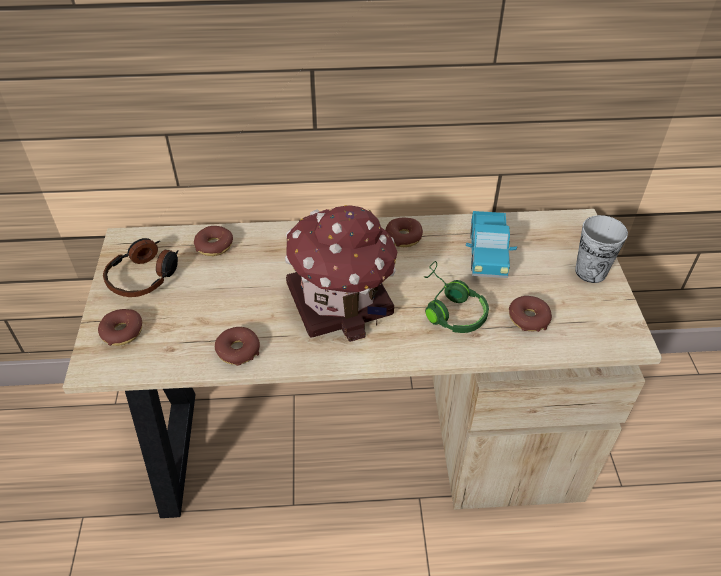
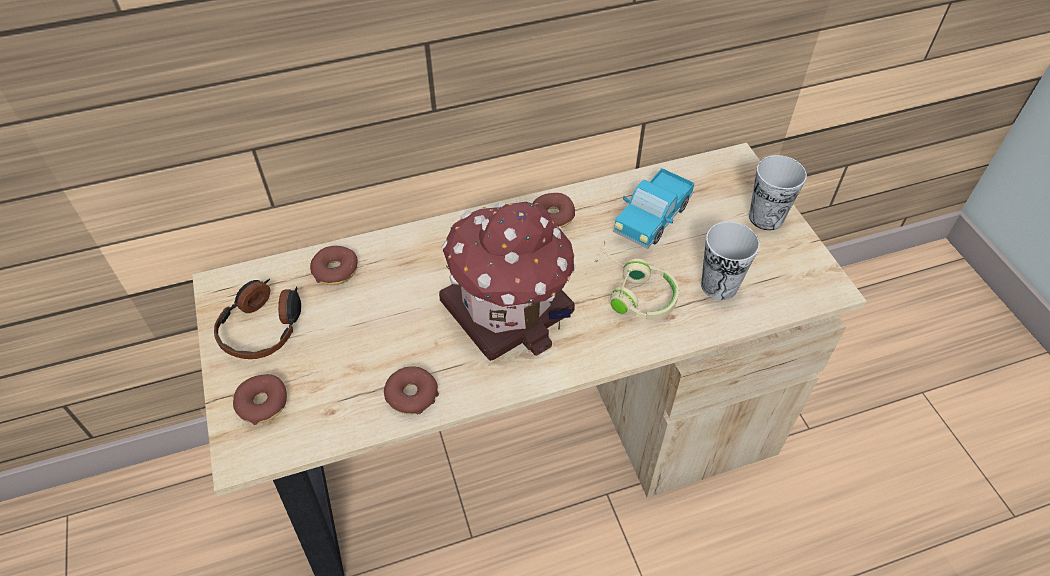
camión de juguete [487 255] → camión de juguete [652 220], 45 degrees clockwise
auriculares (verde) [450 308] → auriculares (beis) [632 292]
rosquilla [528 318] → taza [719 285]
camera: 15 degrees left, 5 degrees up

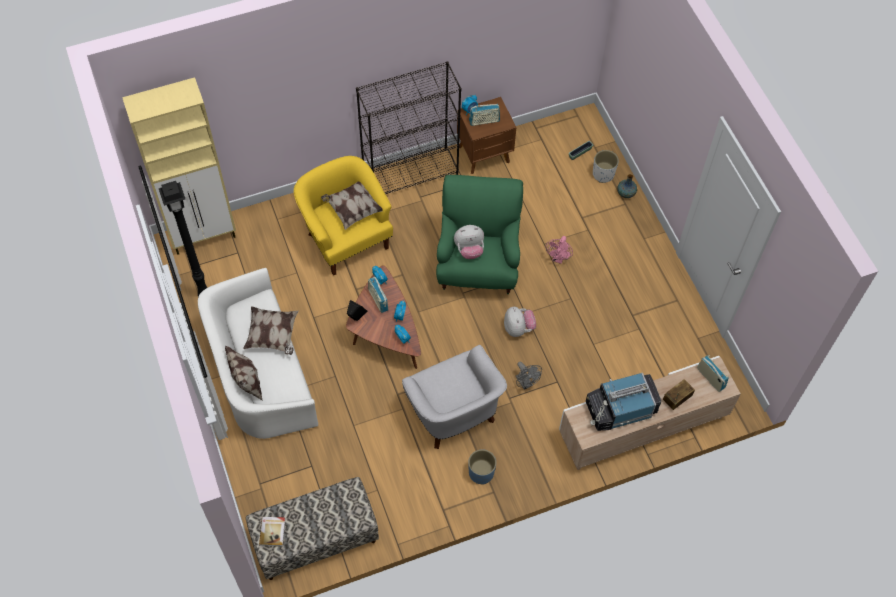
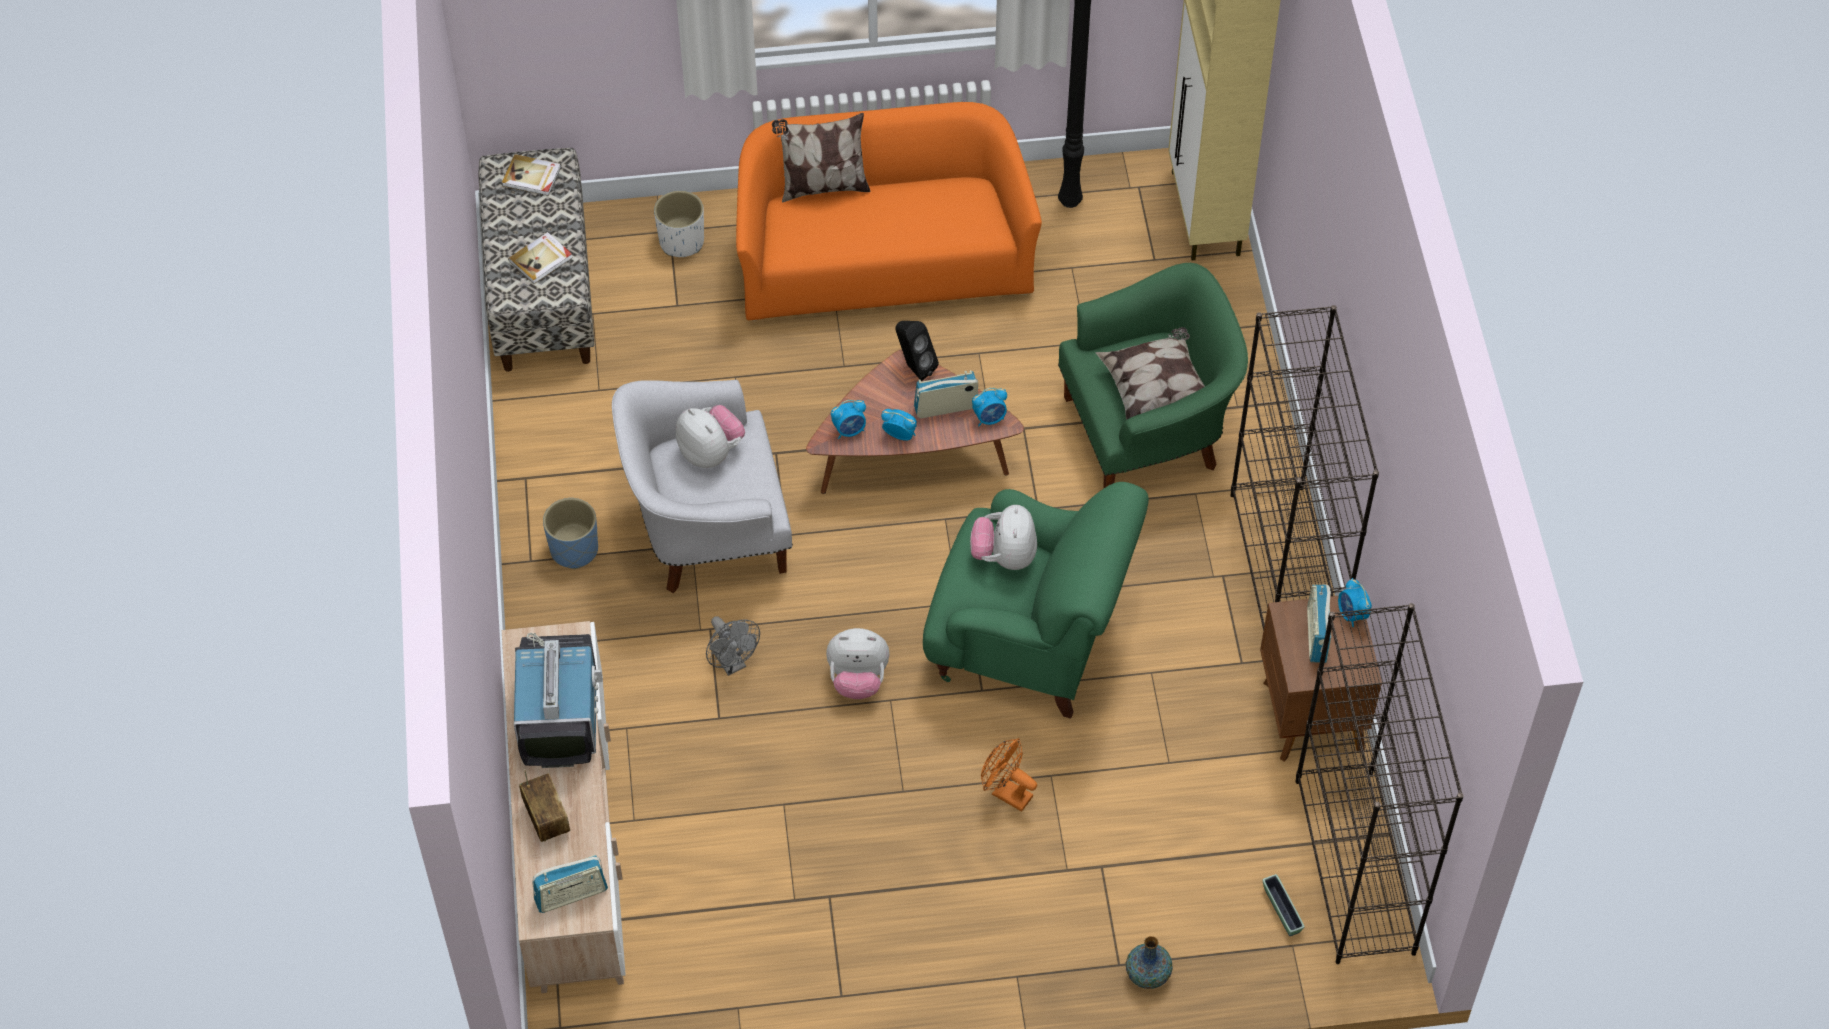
maceta (blanco) [603 174] → maceta (blanco) [682 241], move
sillón (amarillo) [346 238] → sillón (verde) [1148 432]
ventilador (rosa) [558 258] → ventilador (naranja) [1006 793]
sofá (blanco) [260 373] → sofá (naranja) [882 260]
cojín [272 336] → -
ventilador (gris) [526 383] → ventilador (gris) [732 663], 105 degrees counterclockwise
- → libro [541 259]
- → peluche [711 452]
- → estantería (negro) [1355 867]
camera: 105 degrees right, 5 degrees down

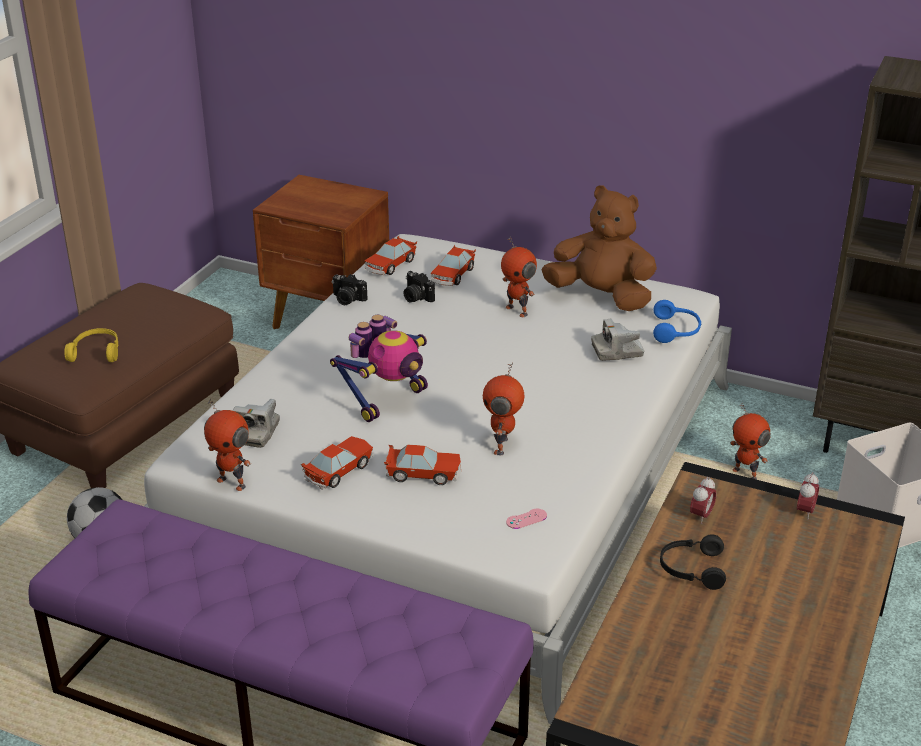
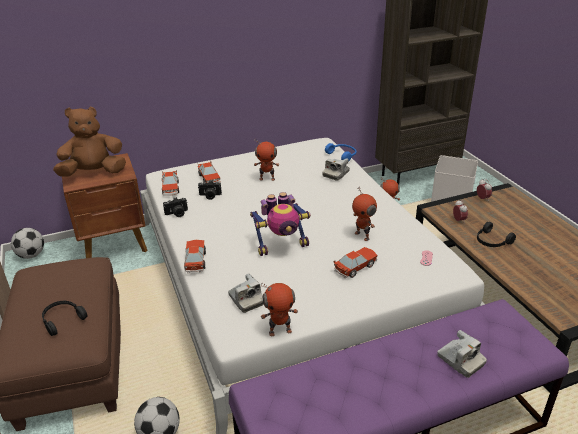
peluche (marrón) [601 297] → peluche (marrón) [94 173], move
robot de juguete [387 400] → robot de juguete [282 246], 75 degrees clockwise
auriculares (amarillo) [96 352] → auriculares (negro) [62 320]
coche de juguete [339 470] → coche de juguete [195 260], move
- → balón de fútbol [31 255]
- → cámara [460 360]
camera: 45 degrees left, 0 degrees up

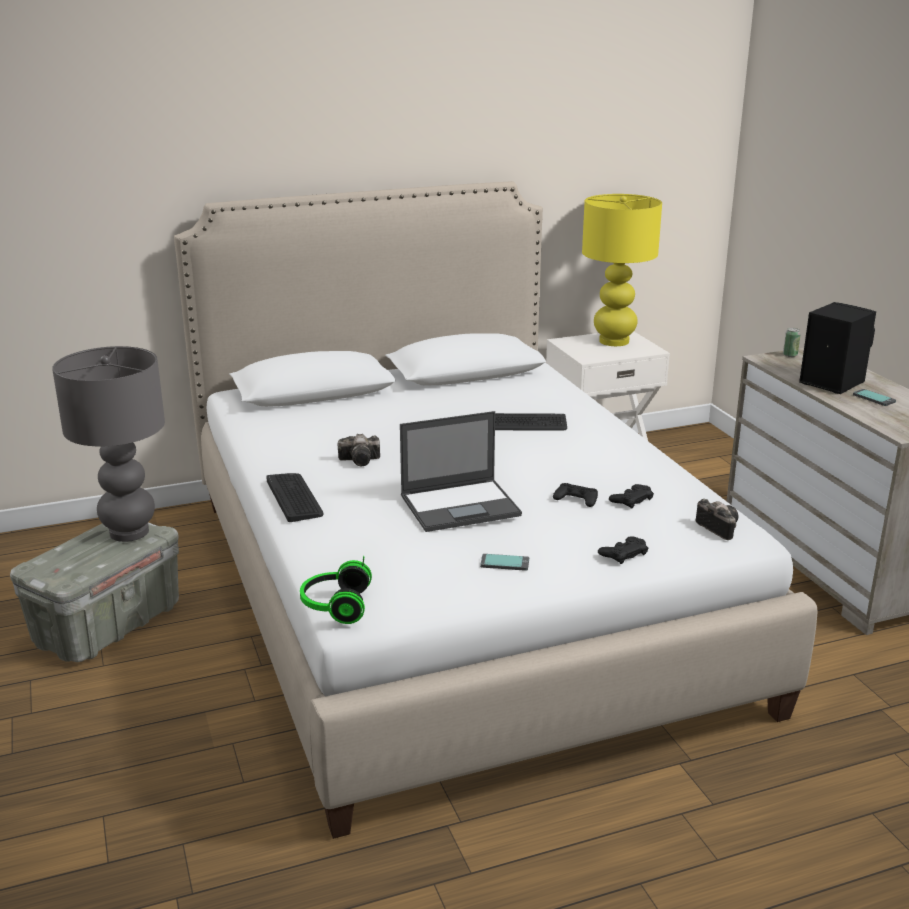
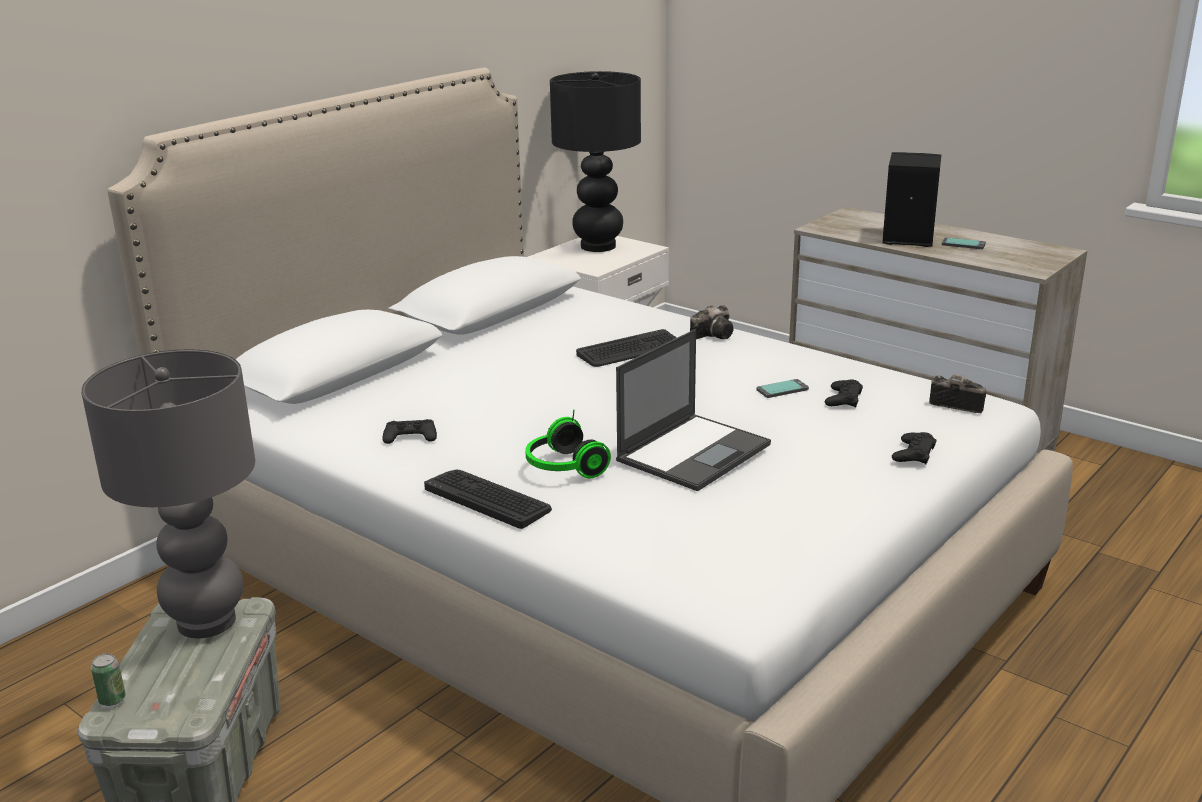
lámpara de mesa (amarillo) [613 341] → lámpara de mesa (negro) [597 246]
lata [790 355] → lata [112 699], move
cámara [361 460] → cámara [715 334], move
mando de consola (negro) [576 499] → mando de consola (negro) [410 437], move
móvil [504 563] → móvil [782 389], move
auriculares [335 606] → auriculares [562 468], move
camera: 30 degrees left, 0 degrees up

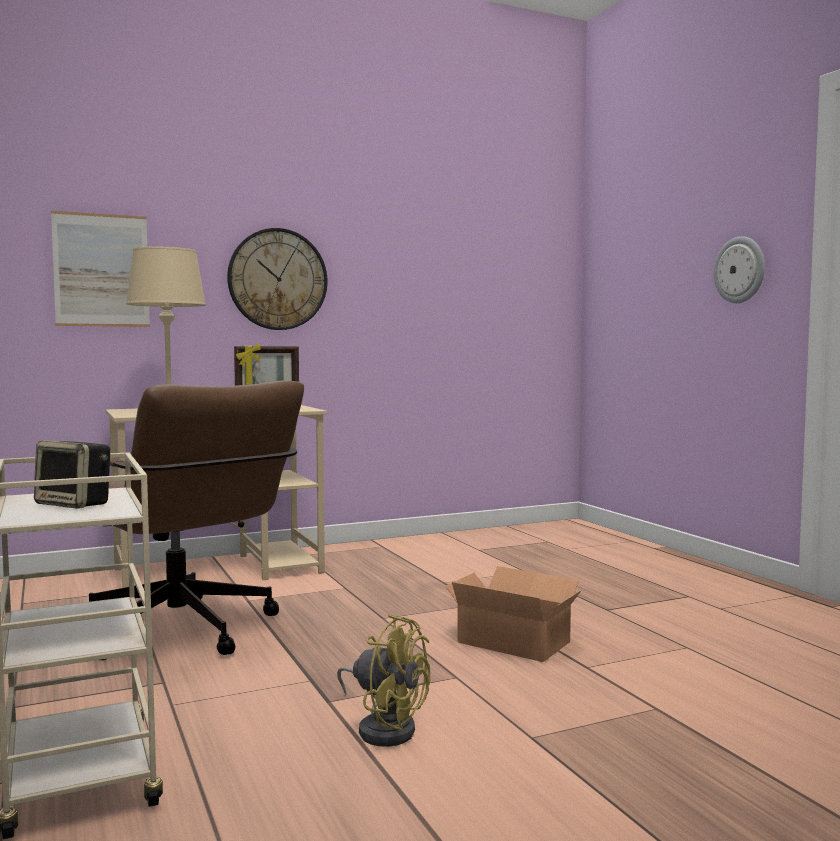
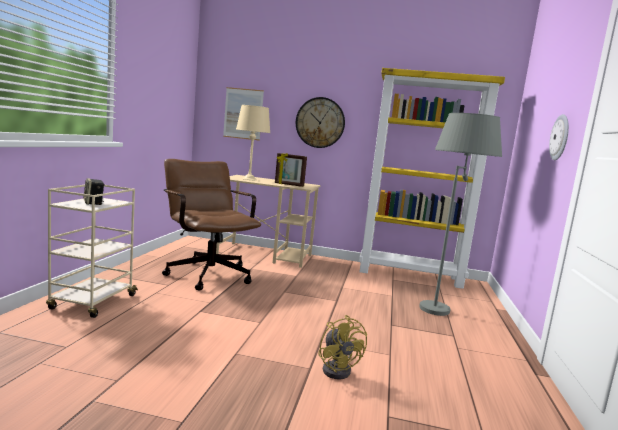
silla de oficina (marrón) [186 635] → silla de oficina (marrón) [206 273], 150 degrees clockwise
caja de cartón [513 640] → -
ventilador (amarillo) [384 727] → ventilador (amarillo) [338 369], move
- → estantería (amarillo) [410 275]
- → lámpara de pie (gris) [442 305]
camera: 35 degrees right, 5 degrees up

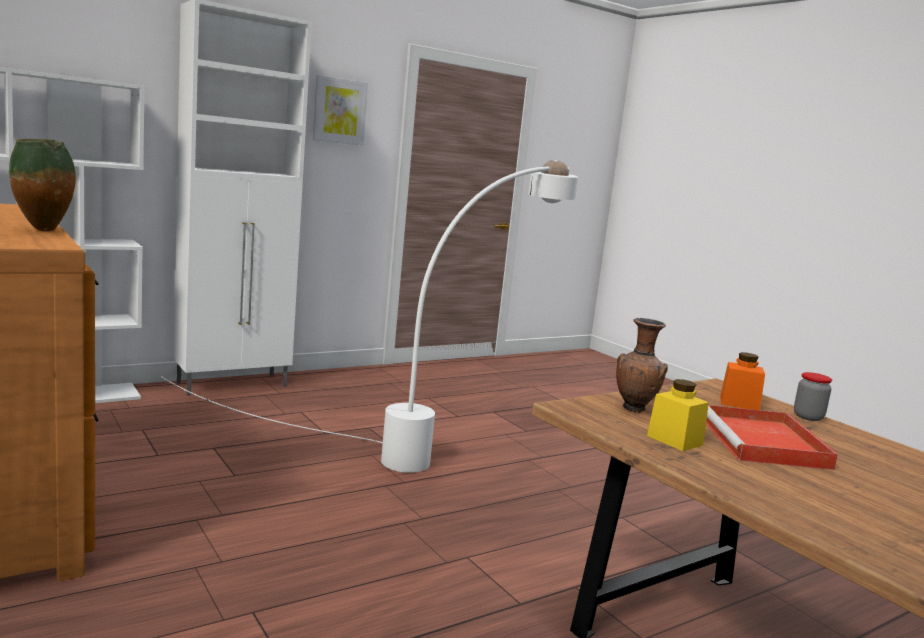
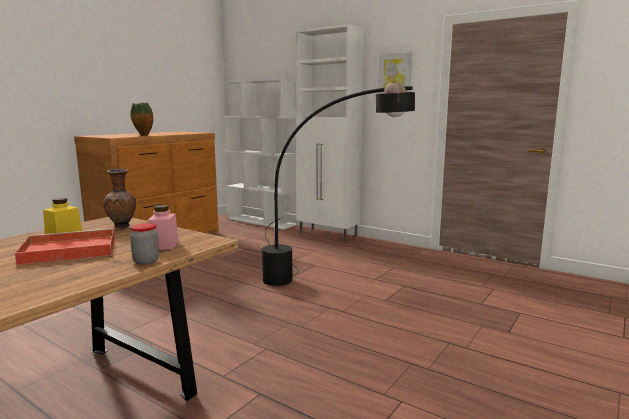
lámpara de pie (blanco) [428 441] → lámpara de pie (negro) [317 279]
tarro (naranja) [739 403] → tarro (rosa) [164 245]
camera: 70 degrees right, 0 degrees up

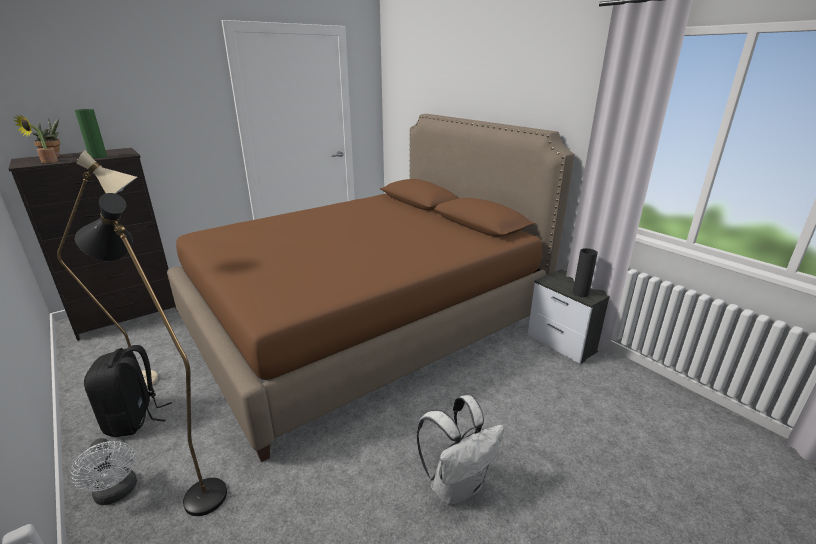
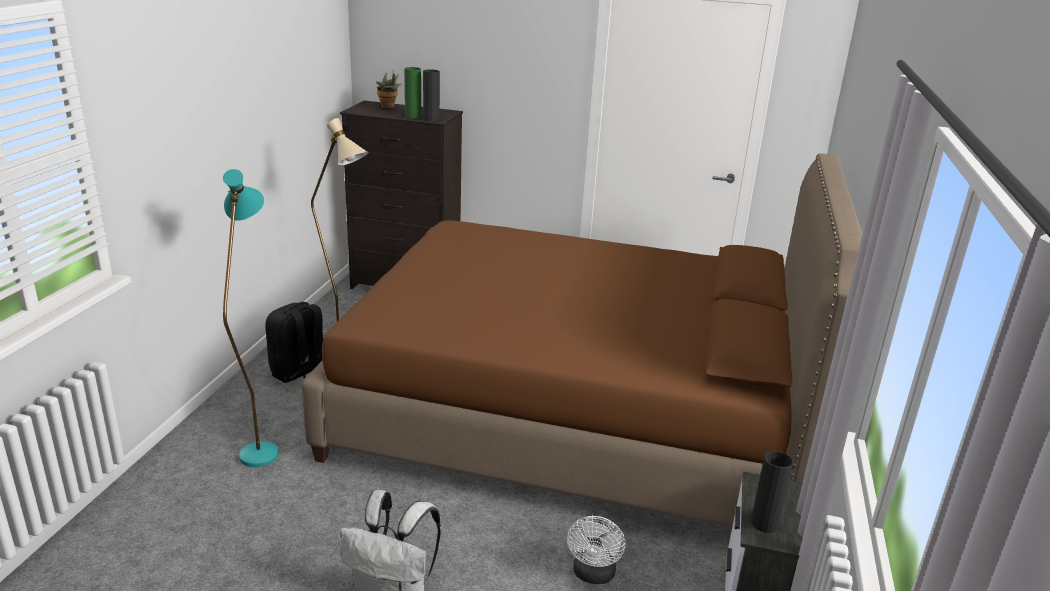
planta en maceta [46 162] → -
lámpara de pie (negro) [196 490] → lámpara de pie (turquesa) [261 446]
ventilador (blanco) [117 493] → ventilador (blanco) [593 575], move
- → florero (negro) [431 119]
camera: 50 degrees right, 0 degrees up

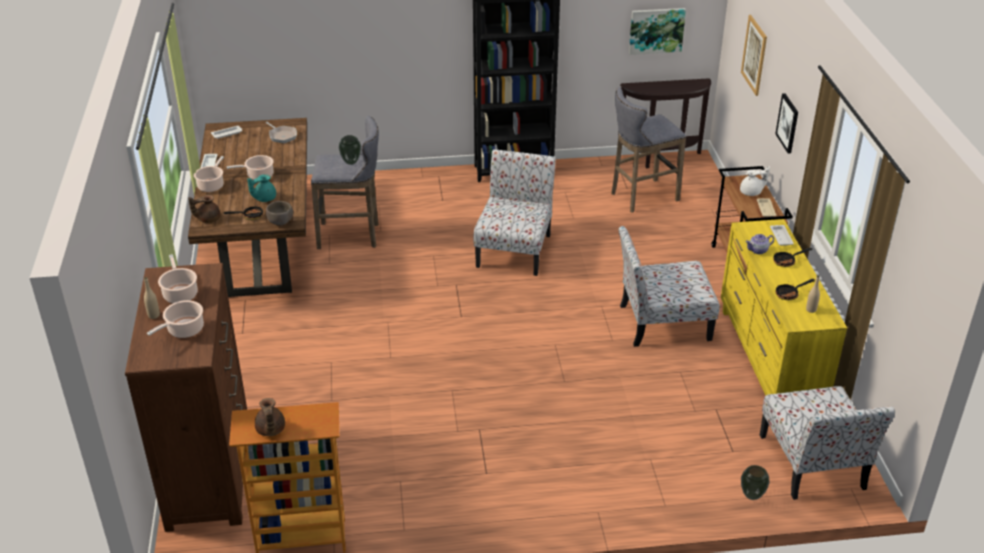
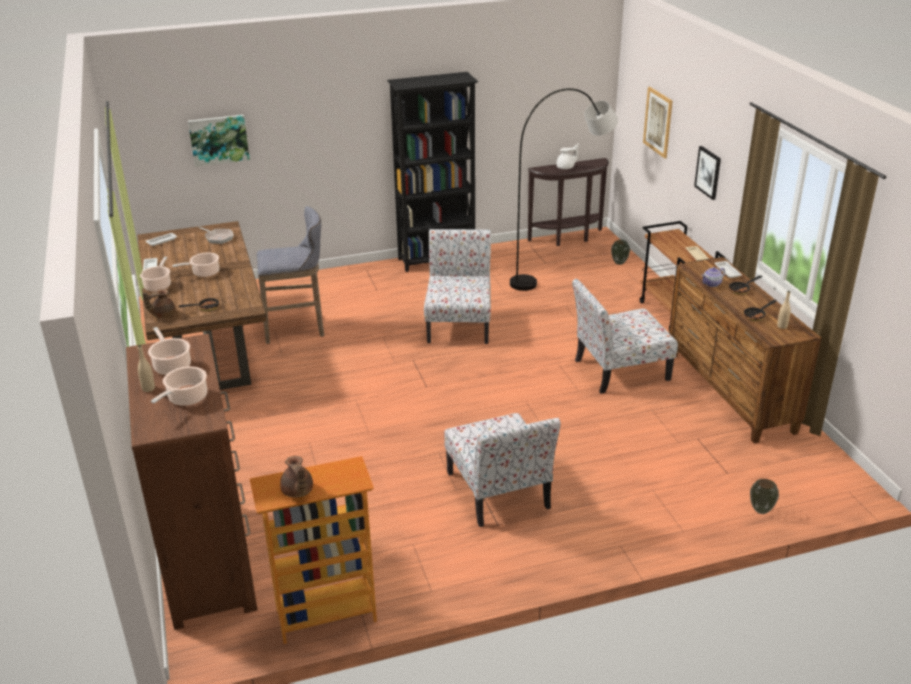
cuadro [656 30] → cuadro [219 140], move
taburete (gris) [641 197] → lámpara de pie (gris) [561 269]
florero [351 162] → florero [619 263], move
tetera (blanco) [751 192] → tetera (blanco) [566 167], move
tetera (turquesa) [264 198] → -
cuenco (marrón) [280 222] → -
cómoda (amarillo) [769 363] → cómoda (marrón) [729 392]
silla [813 464] → silla [499 492], move
camera: 10 degrees left, 5 degrees down

